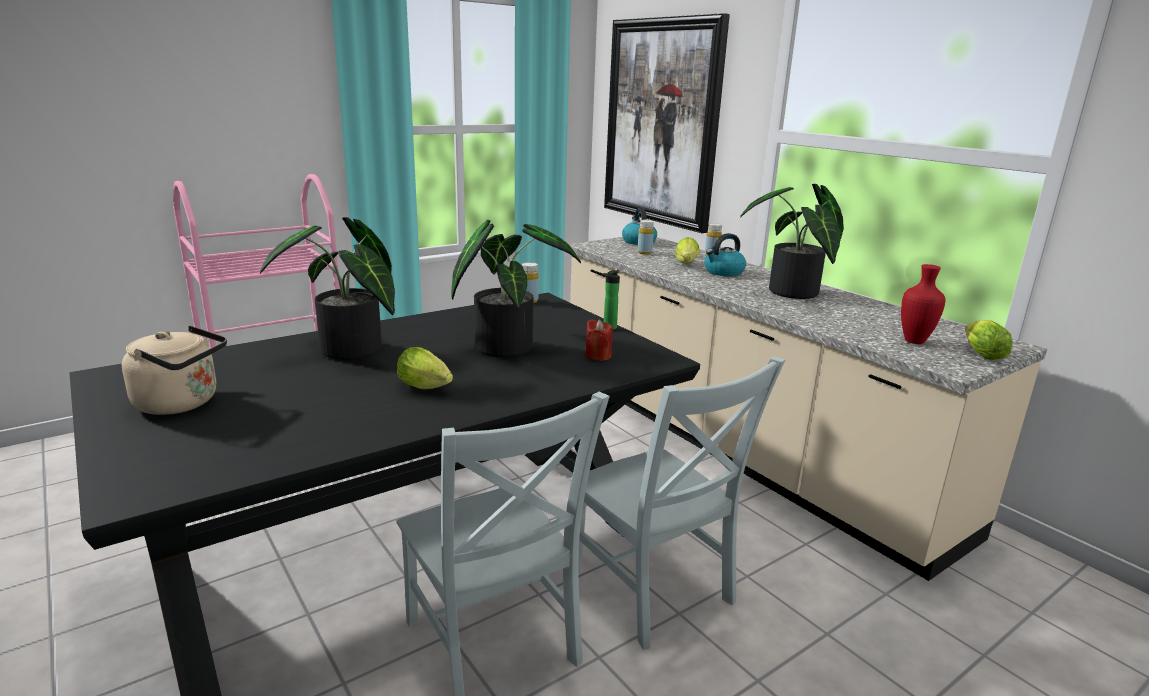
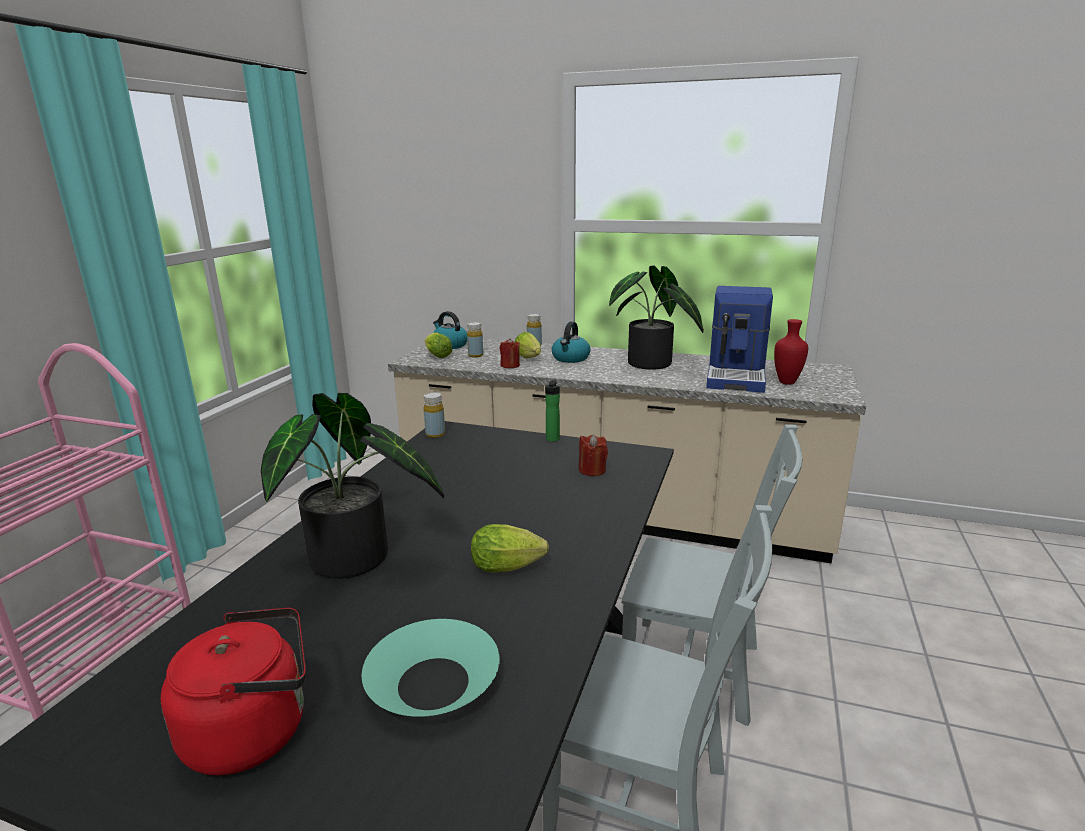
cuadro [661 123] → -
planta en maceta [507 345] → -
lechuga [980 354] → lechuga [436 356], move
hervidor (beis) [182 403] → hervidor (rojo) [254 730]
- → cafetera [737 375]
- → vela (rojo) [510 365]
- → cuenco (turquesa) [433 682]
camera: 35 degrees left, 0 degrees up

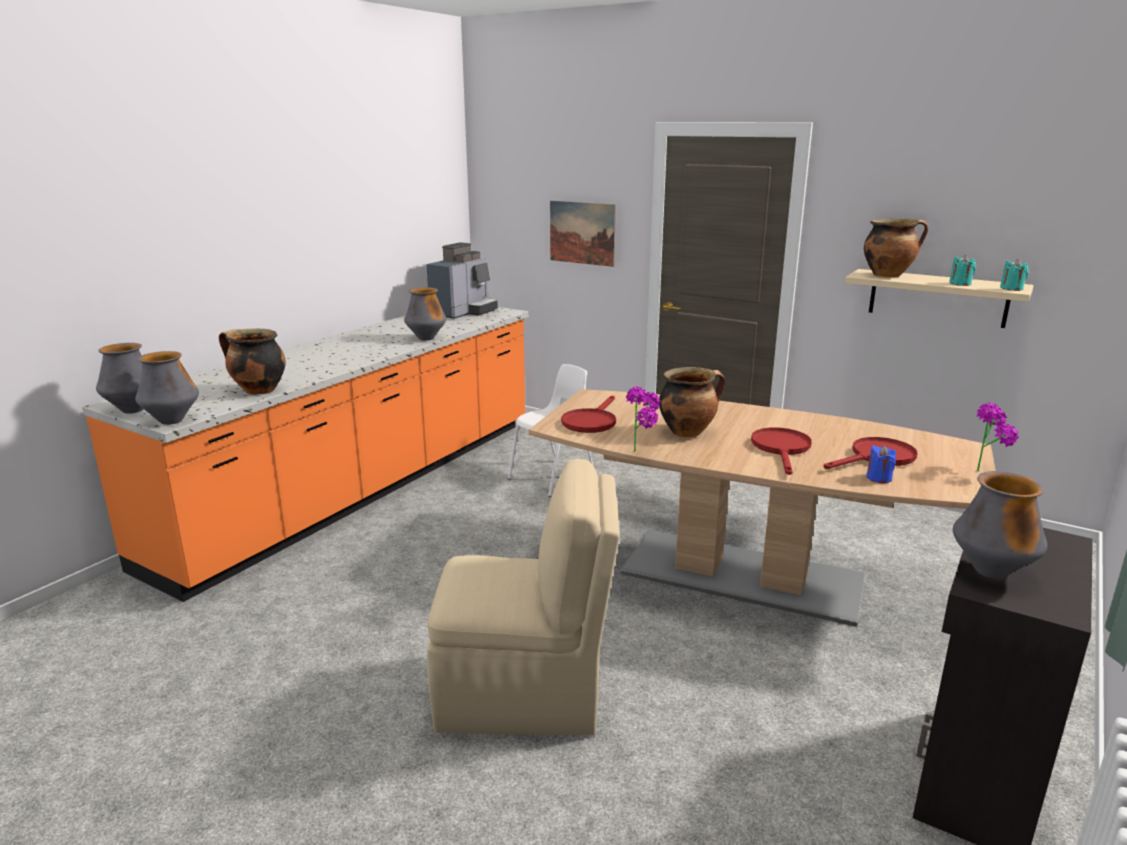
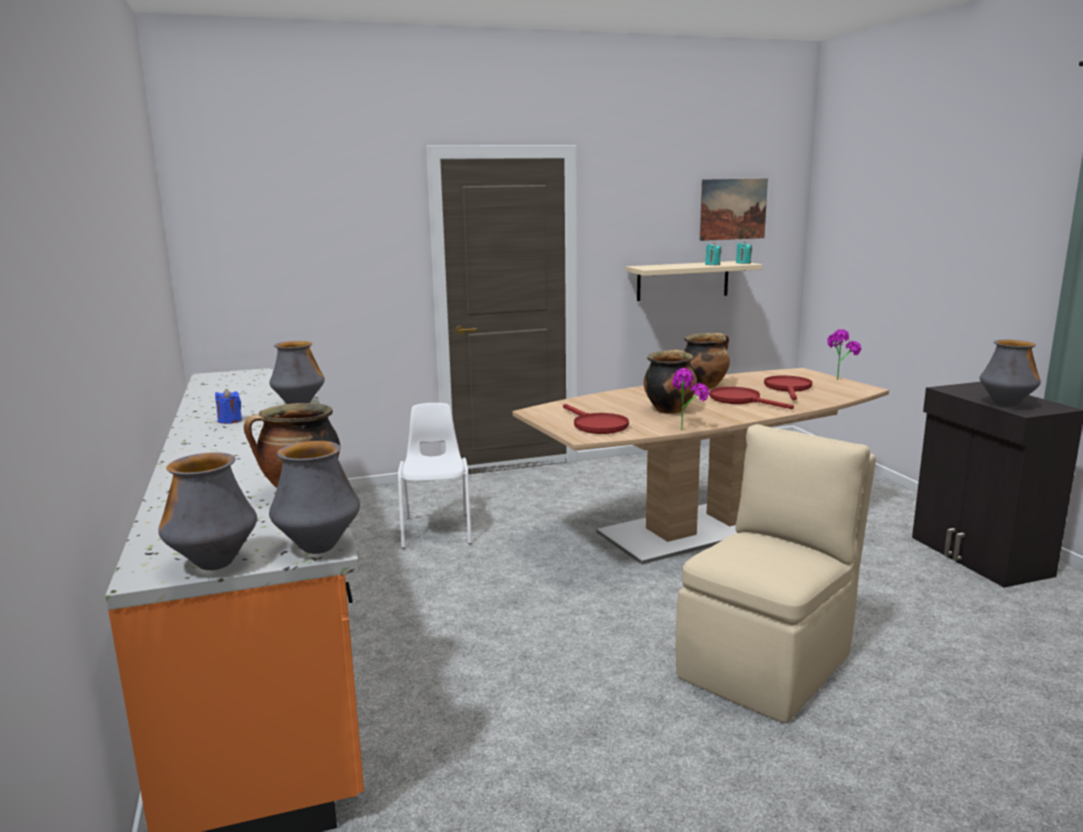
cuadro [582 233] → cuadro [733 209], move
olla [888 275] → olla [704 386], move
cafetera [464 312] → -
vela (azul) [879 478] → vela (azul) [230 420], move
camera: 50 degrees left, 5 degrees down

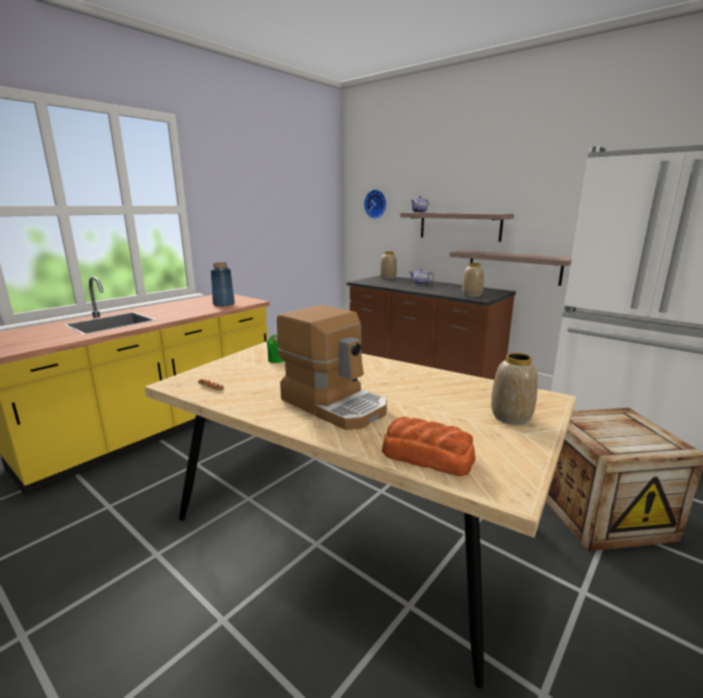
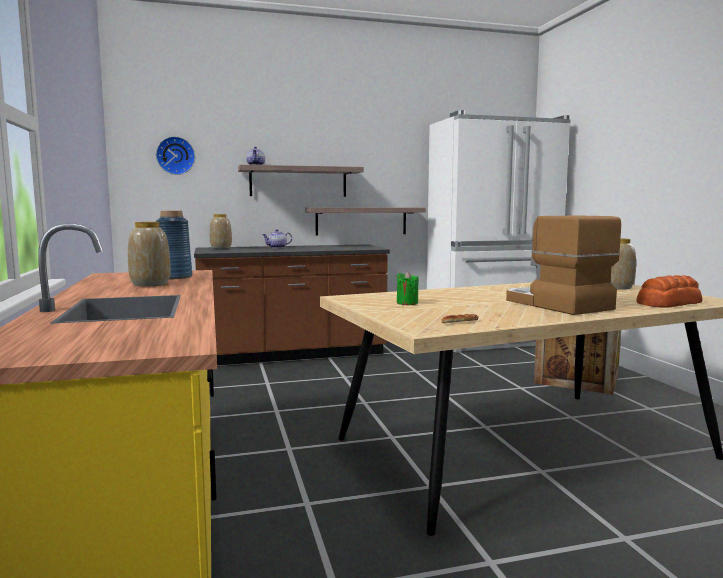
florero [472 295] → florero [151 284], move
cafetera [335 404] → cafetera [555 304], 105 degrees counterclockwise
camera: 55 degrees left, 10 degrees down

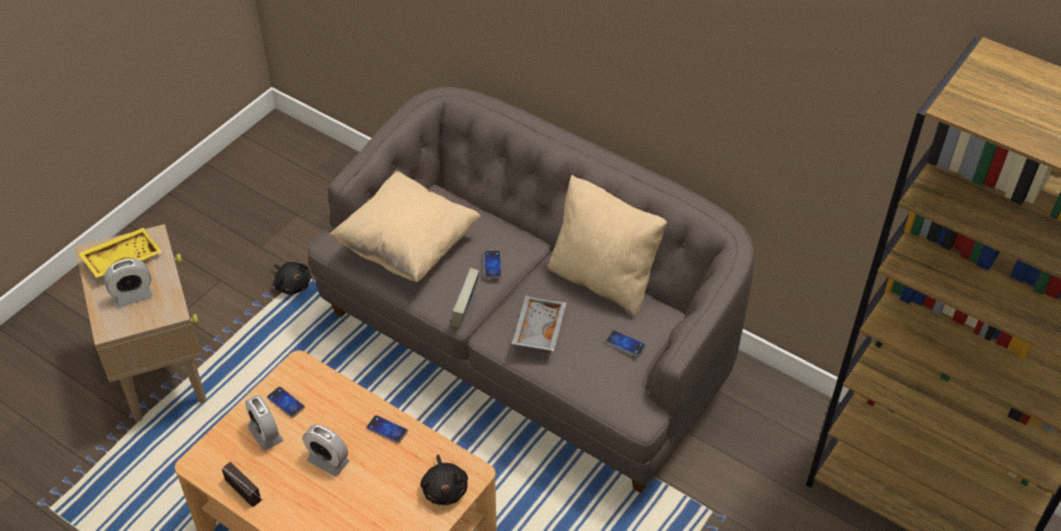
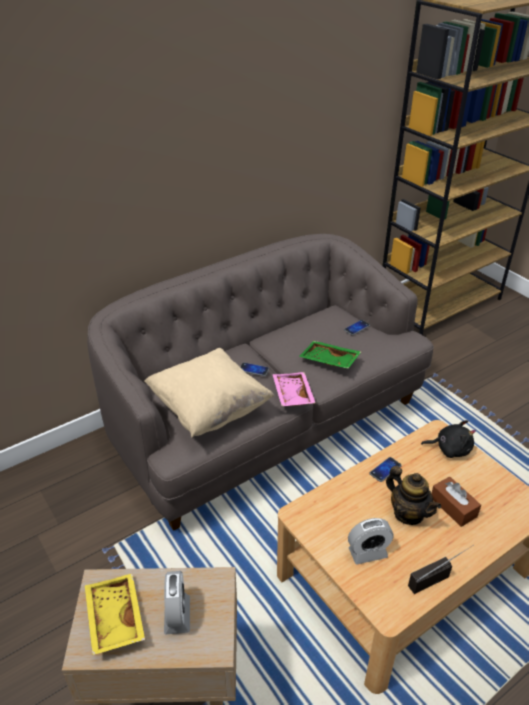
cojín (beis) [603 280] → -
peluche (negro) [292 284] → -
libro [465 312] → bandeja (rosa) [291 395]
bandeja (gris) [537 329] → bandeja (verde) [329 361]
móvil [286 402] → -
despertador [328 461] → tetera [408 513]
- → caja de pañuelos (marrón) [453 507]
camera: 70 degrees left, 10 degrees down

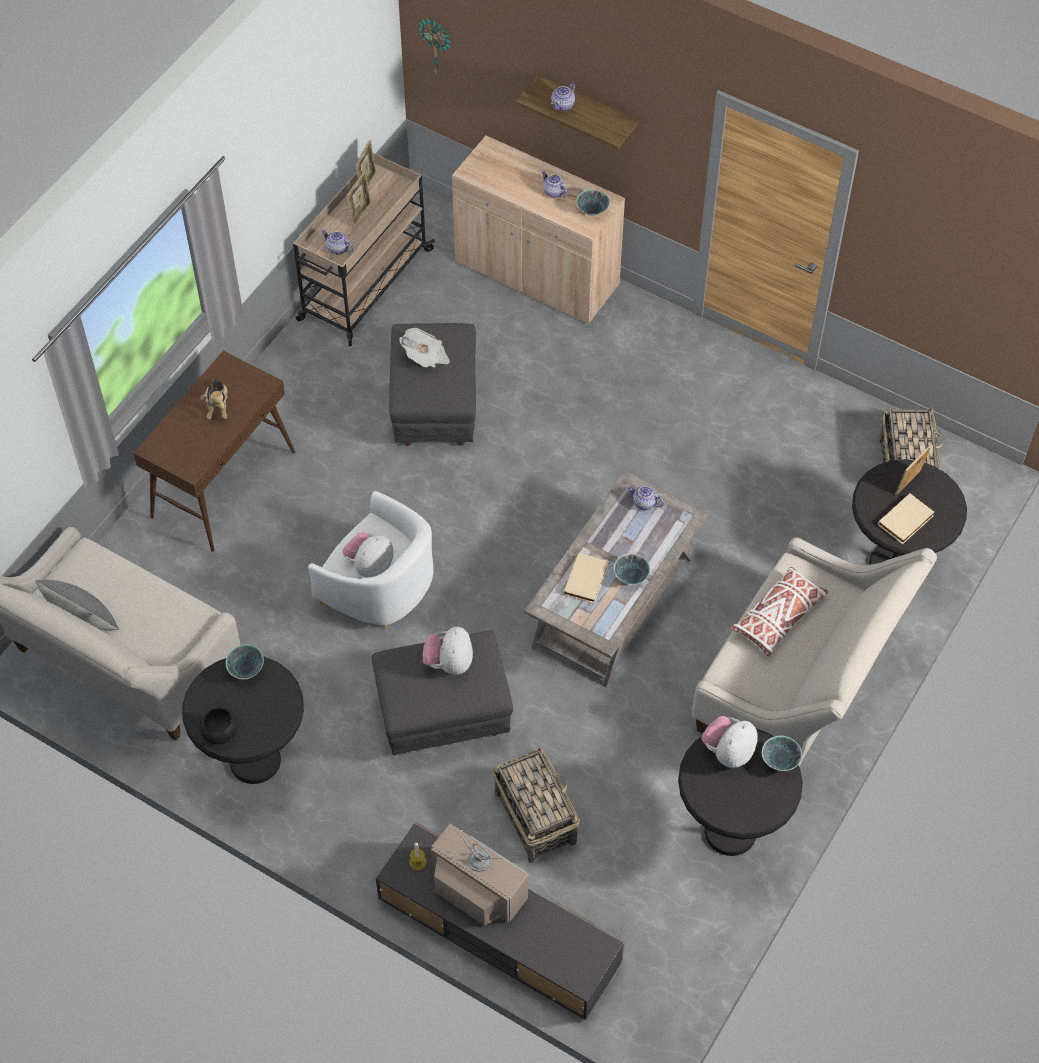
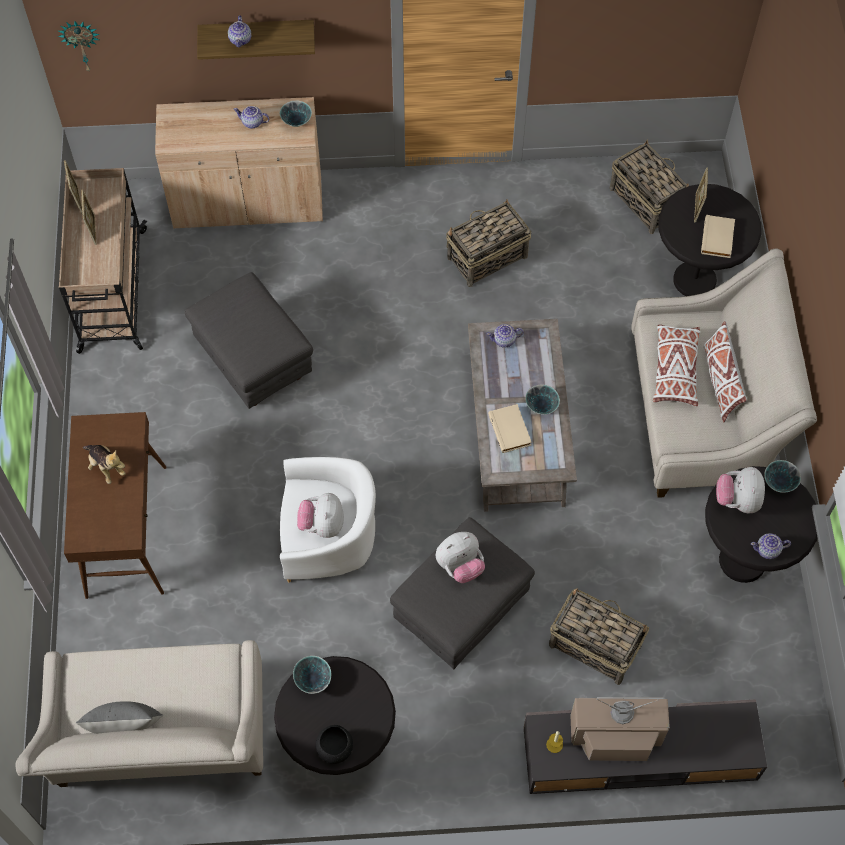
tetera [338 249] → tetera [768 550], move
periódico [425 357] → -
peluche [449 663] → peluche [460 565], 90 degrees counterclockwise
- → cesta [486 257]
- → cojín (blanco) [720 381]
camera: 35 degrees left, 5 degrees up

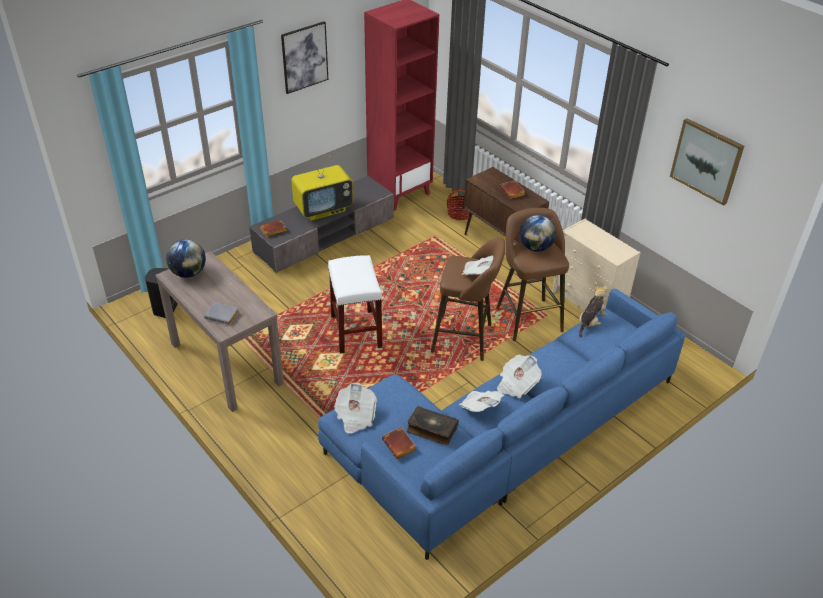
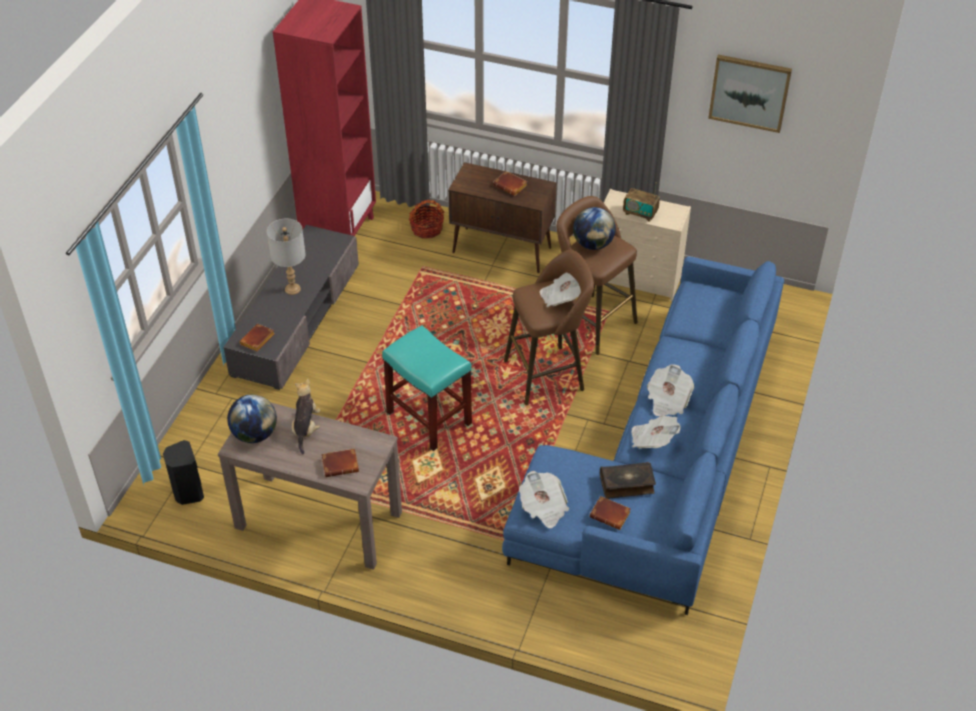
cuadro [304 57] → -
televisor [323 209] → lámpara de mesa (gris) [292 289]
taburete (blanco) [355 331] → taburete (turquesa) [428 418]
peluche [590 322] → peluche [306 428], move
libro (gris) [223 315] → libro (marrón) [341 464]
- → radio [640 213]
camera: 30 degrees left, 5 degrees up

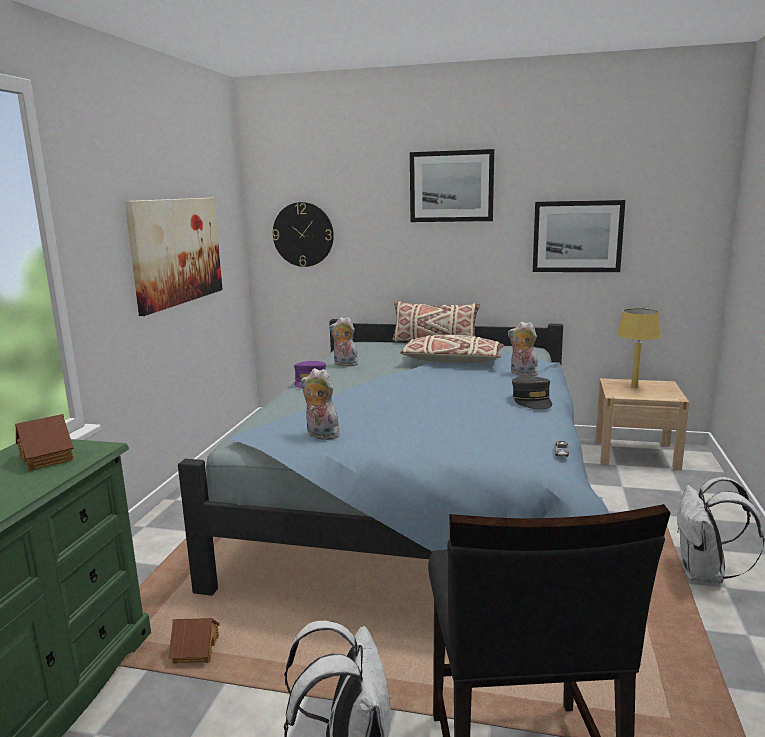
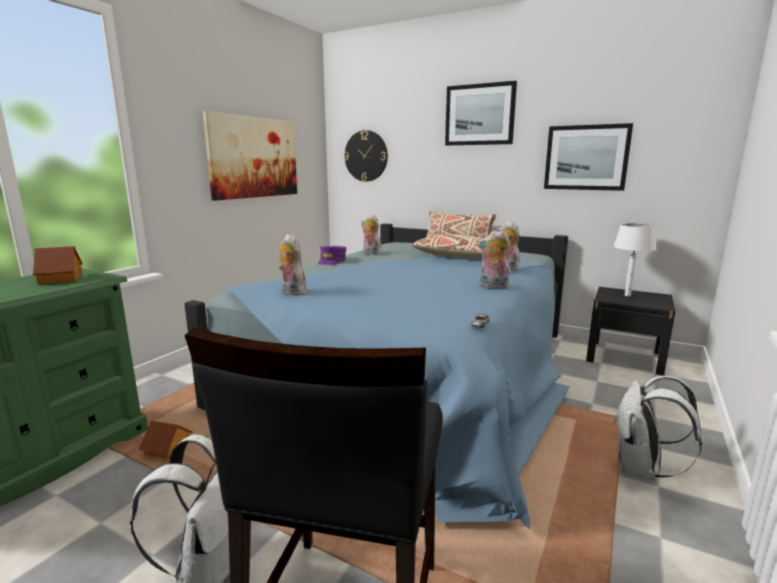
lámpara de mesa (amarillo) [634 387] → lámpara de mesa (blanco) [627 295]
gorra (gris) [532 401] → peluche [493 286]
mesita de noche (beis) [636 454] → mesita de noche (negro) [624 356]
camera: 15 degrees right, 0 degrees up

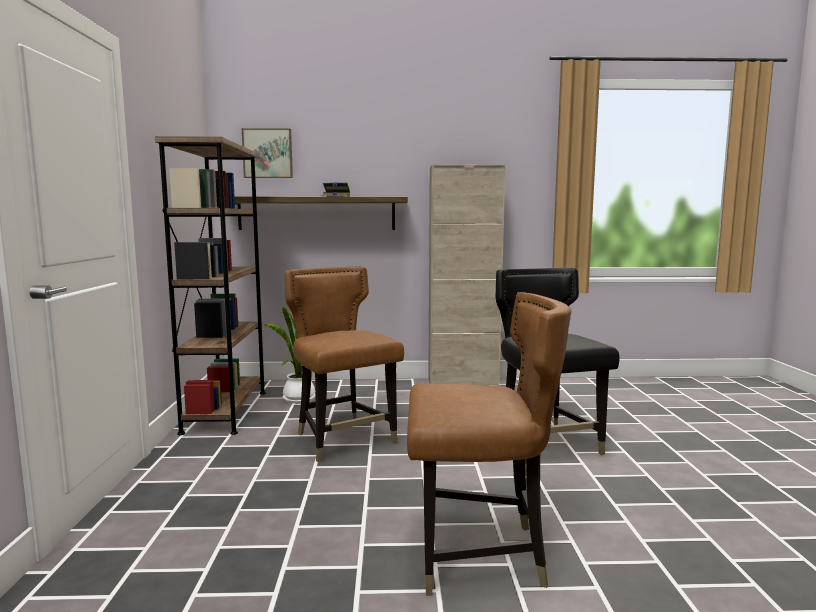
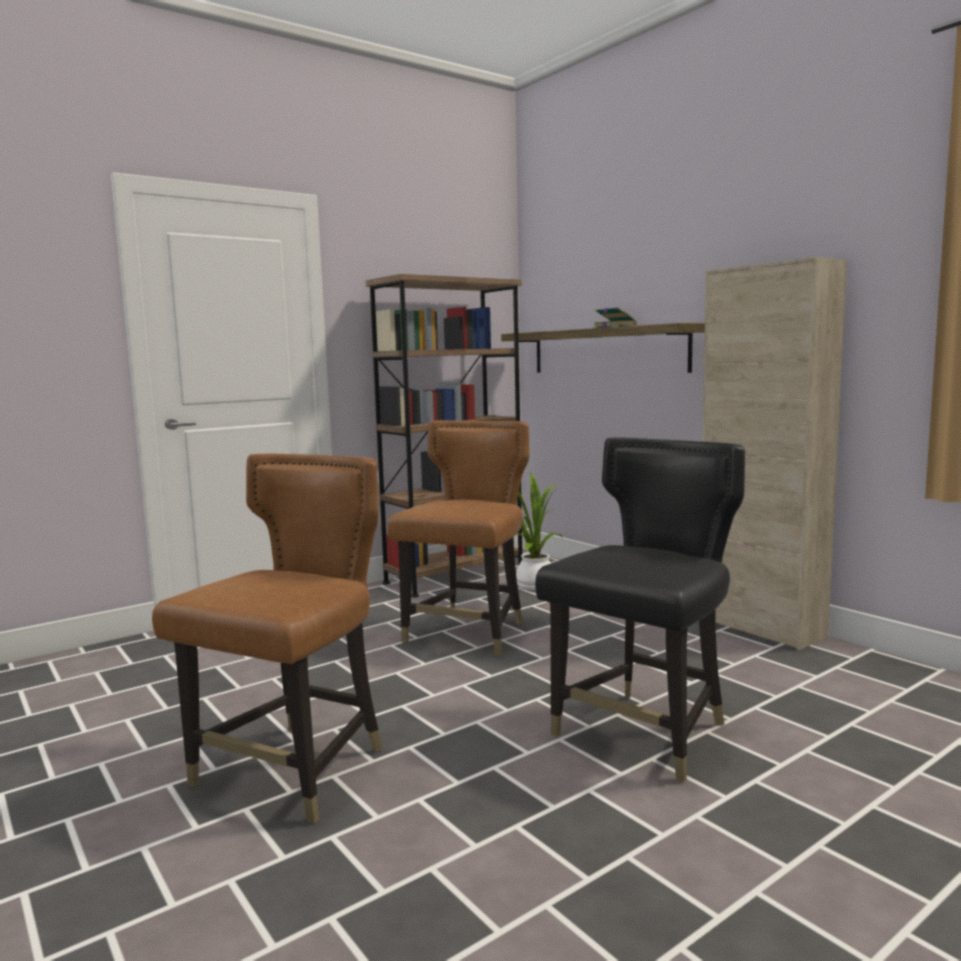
cuadro [268 153] → -
silla (marrón) [478 555] → silla (marrón) [294 770], 120 degrees counterclockwise
camera: 55 degrees right, 0 degrees up

